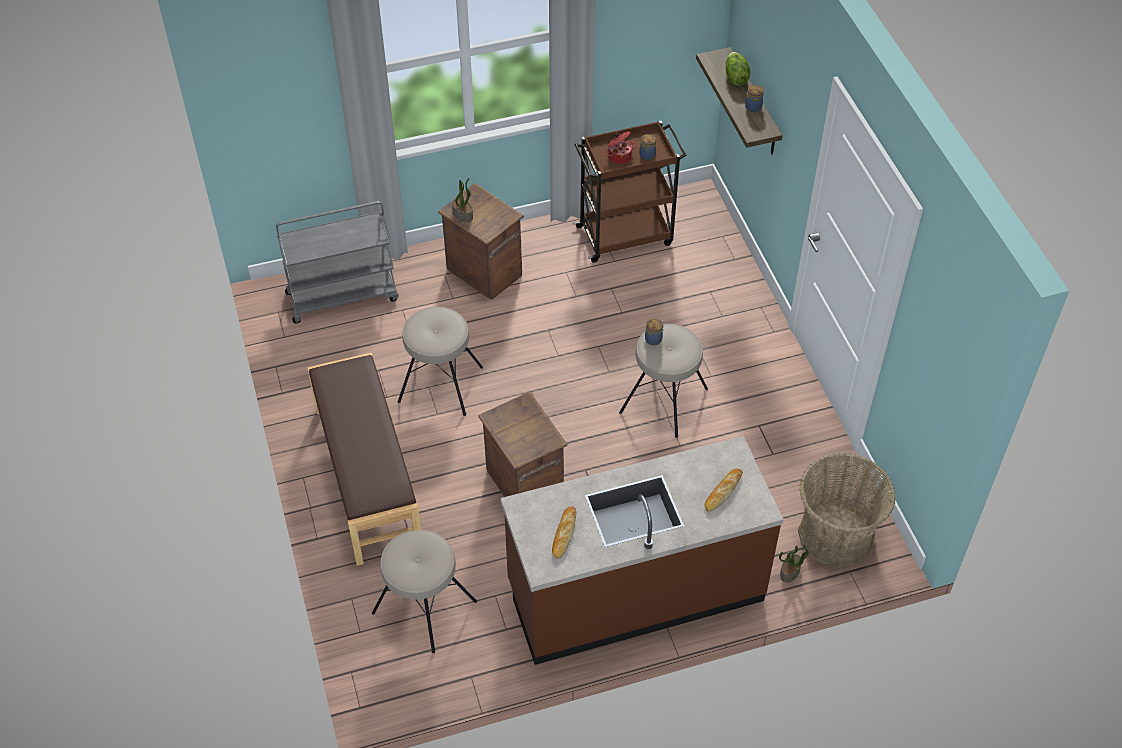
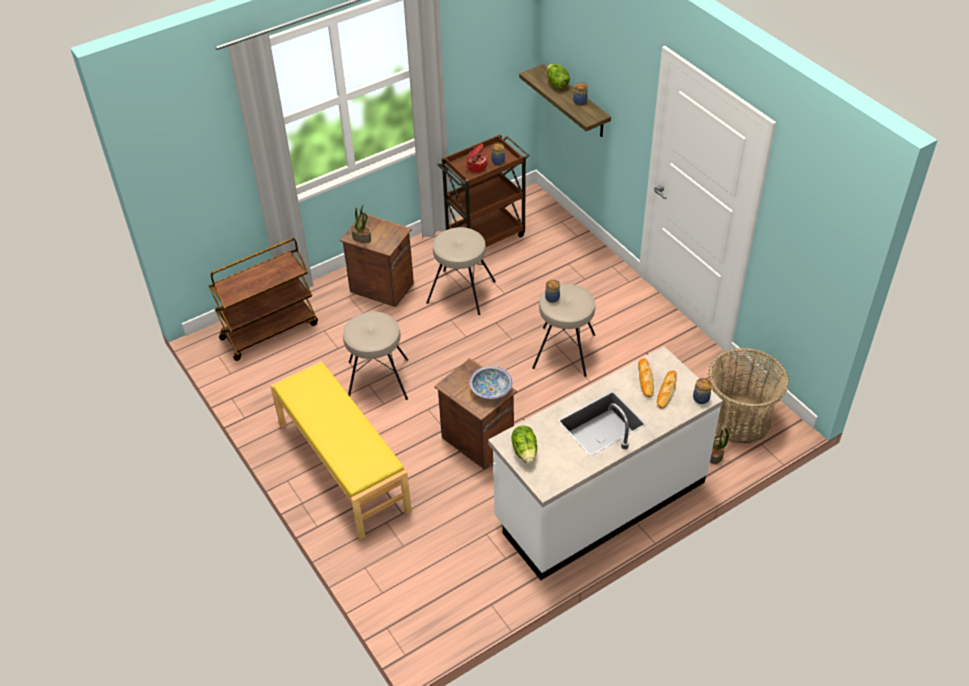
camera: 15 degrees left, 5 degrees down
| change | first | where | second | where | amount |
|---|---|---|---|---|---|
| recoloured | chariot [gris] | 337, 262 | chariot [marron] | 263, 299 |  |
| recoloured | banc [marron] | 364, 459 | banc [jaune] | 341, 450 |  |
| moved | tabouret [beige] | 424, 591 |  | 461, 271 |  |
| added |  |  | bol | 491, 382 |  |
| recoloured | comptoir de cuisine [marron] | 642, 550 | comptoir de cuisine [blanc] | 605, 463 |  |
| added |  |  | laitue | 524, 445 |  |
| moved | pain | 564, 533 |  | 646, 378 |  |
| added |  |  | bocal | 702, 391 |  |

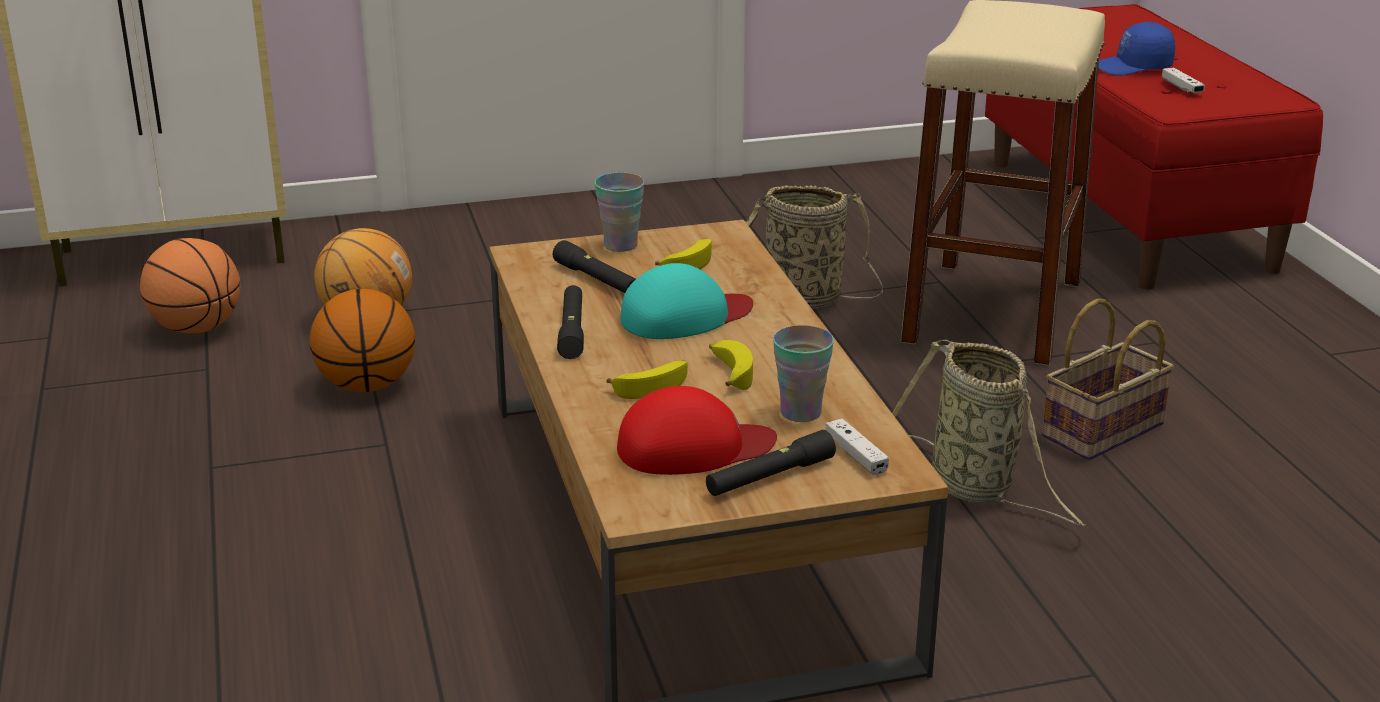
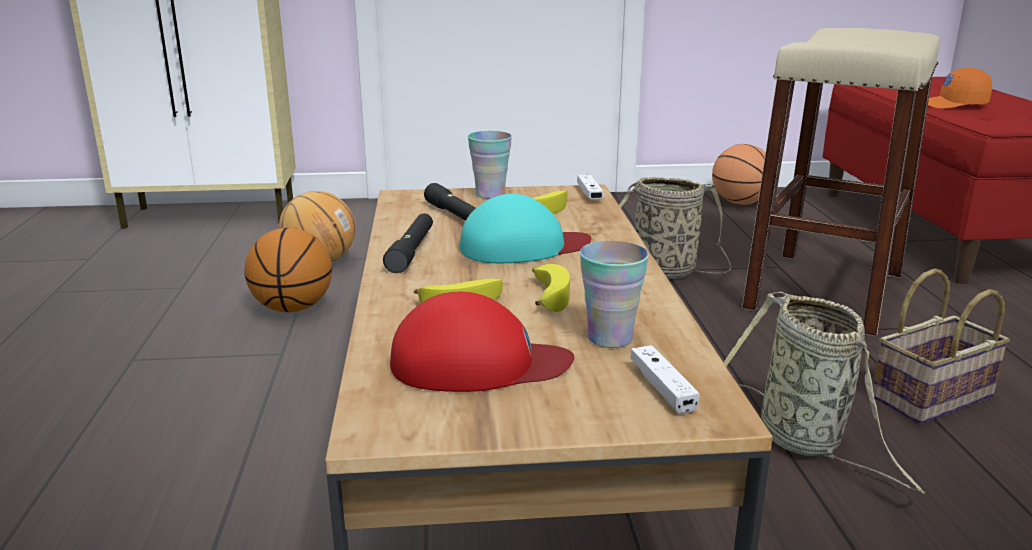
camera: 10 degrees right, 5 degrees down
| change | first | where | second | where | amount |
|---|---|---|---|---|---|
| moved | manette [blanc] | 1183, 80 |  | 590, 187 |  |
| moved | ballon de basket | 190, 285 |  | 739, 174 |  |
| recoloured | casquette [bleu] | 1136, 49 | casquette [orange] | 960, 88 |  |
| removed | lampe de poche [noir] | 771, 463 |  |  |  |

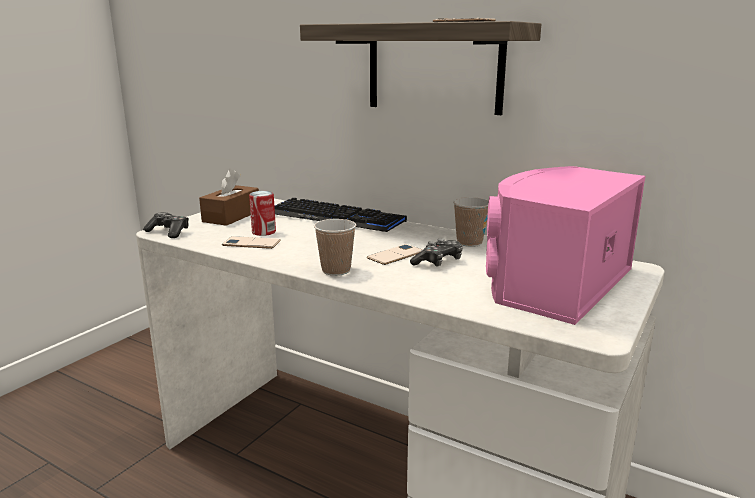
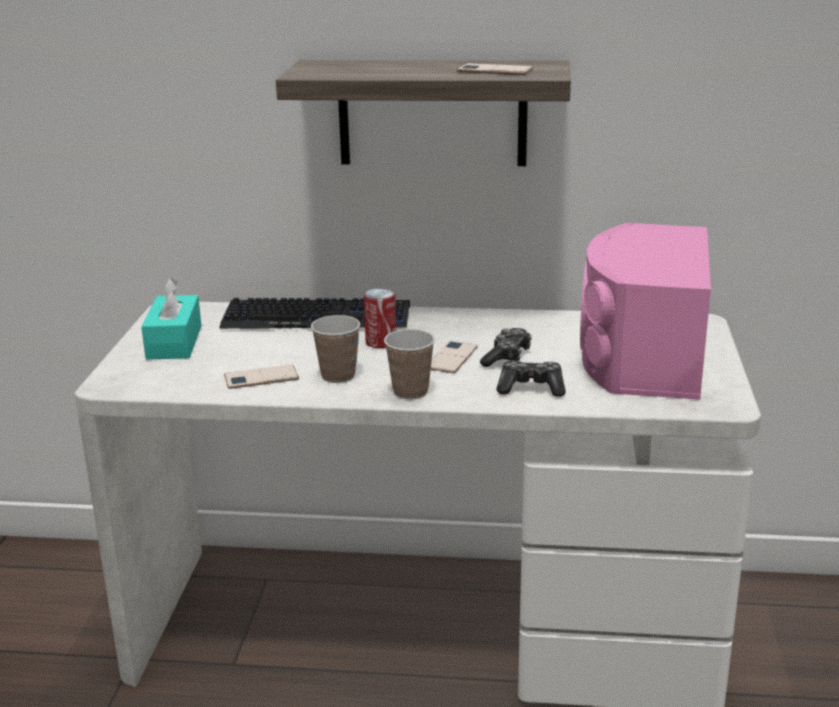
camera: 25 degrees left, 5 degrees up
| change | first | where | second | where | amount |
|---|---|---|---|---|---|
| recoloured | boîte à mouchoirs [marron] | 229, 197 | boîte à mouchoirs [turquoise] | 171, 318 |  |
| moved | tasse | 471, 222 |  | 335, 349 |  |
| moved | boîte métallique | 262, 213 |  | 380, 318 |  |
| moved | manette | 166, 225 |  | 531, 378 |  |

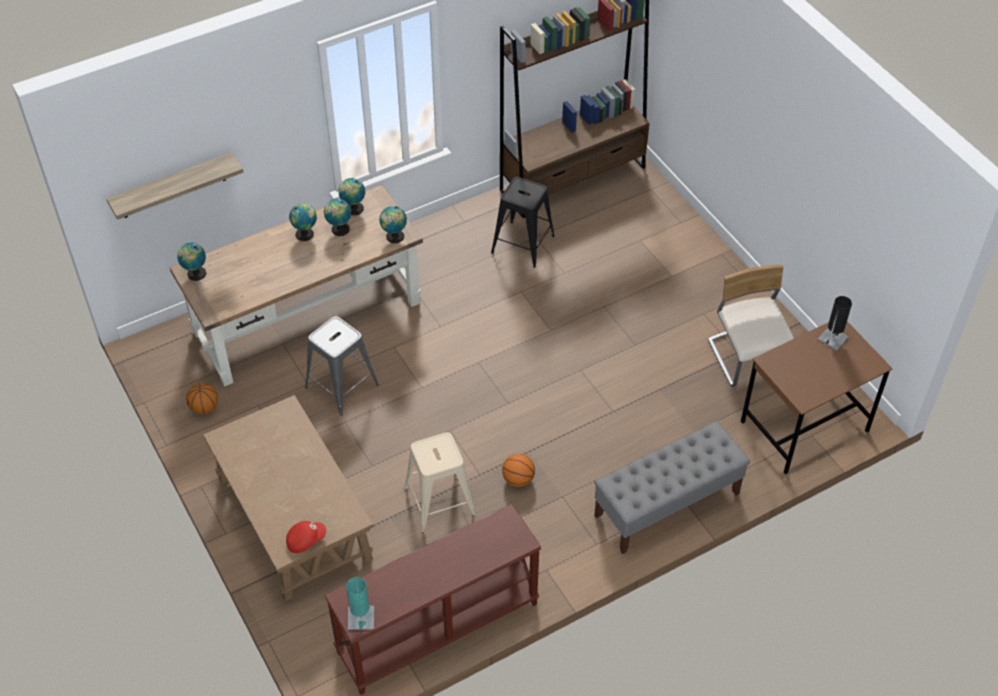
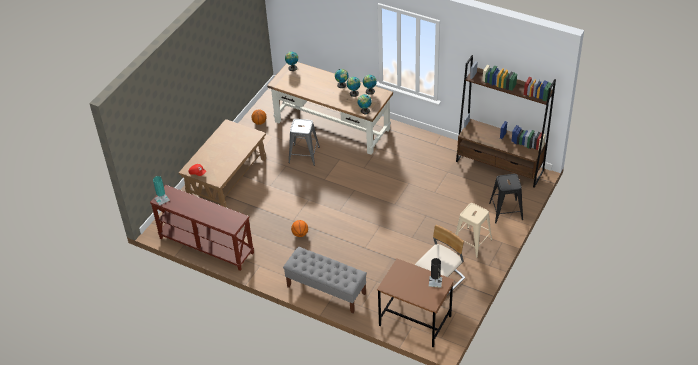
camera: 60 degrees right, 5 degrees down
| change | first | where | second | where | amount |
|---|---|---|---|---|---|
| moved | tabouret [beige] | 439, 482 |  | 474, 230 |  |
| moved | tabouret [noir] | 523, 222 |  | 506, 199 |  |
| removed | étagère | 174, 186 |  |  |  |

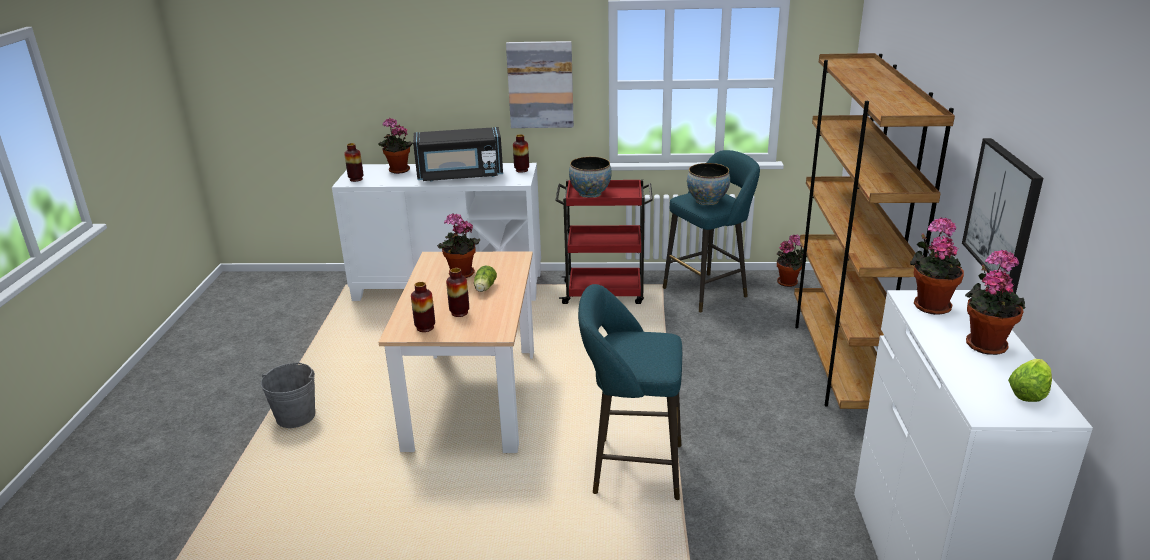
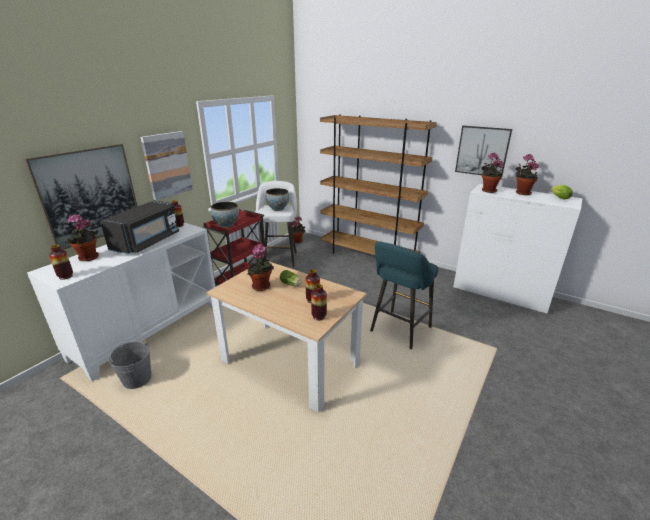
camera: 60 degrees left, 0 degrees up
| change | first | where | second | where | amount |
|---|---|---|---|---|---|
| added |  |  | tableau | 81, 197 |  |
| moved | seau [gris] | 288, 395 |  | 130, 365 |  |
| recoloured | tabouret [turquoise] | 711, 231 | tabouret [blanc] | 276, 224 |  |

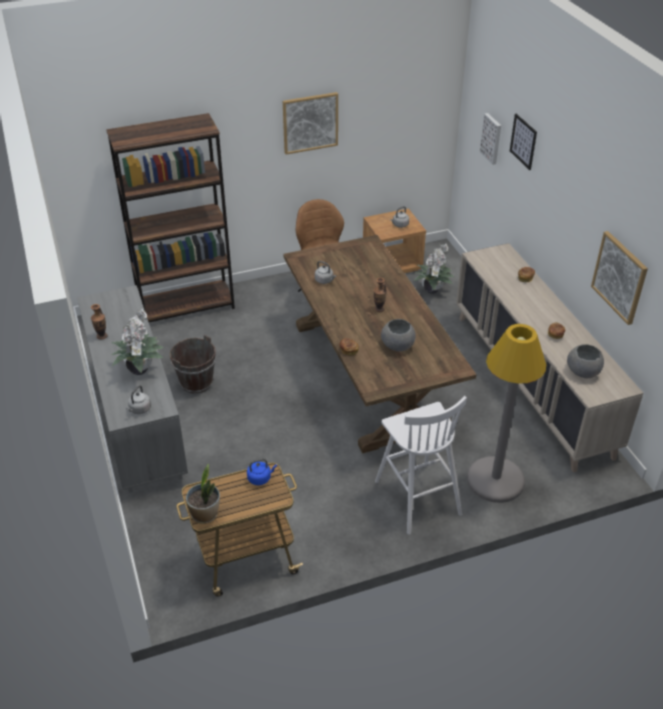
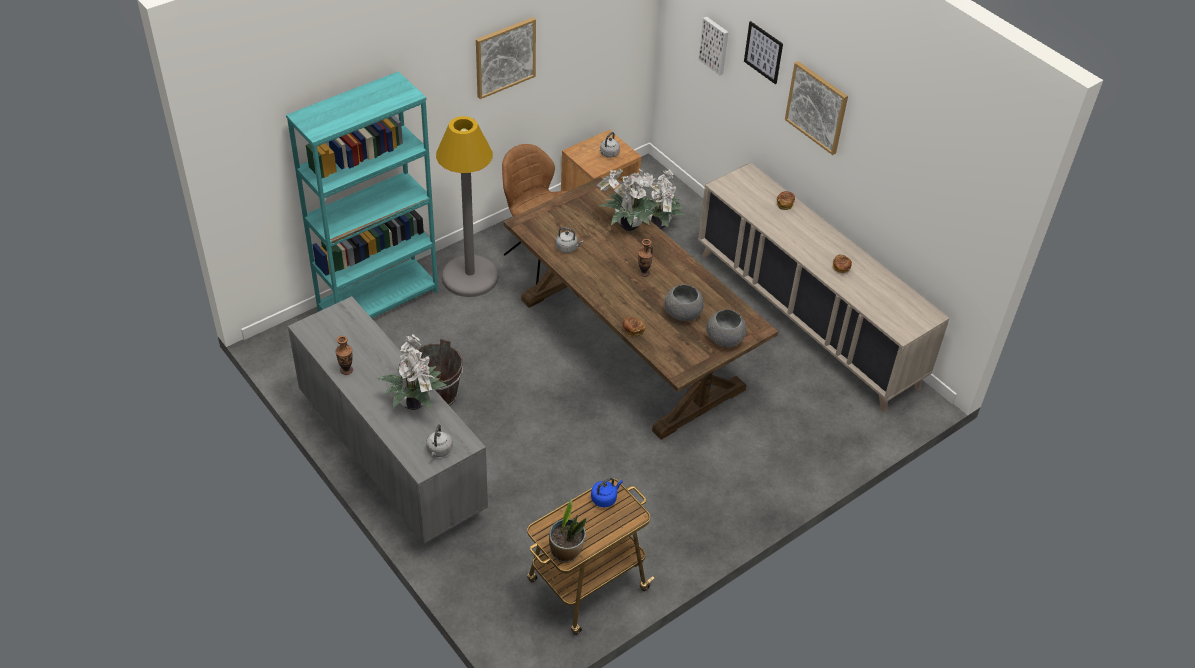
camera: 20 degrees left, 5 degrees up
| change | first | where | second | where | amount |
|---|---|---|---|---|---|
| recoloured | bibliothèque [marron] | 170, 217 | bibliothèque [turquoise] | 362, 194 |  |
| moved | lampadaire [gris] | 506, 413 |  | 467, 206 |  |
| added |  |  | plante en pot | 629, 200 |  |
| moved | bol [gris] | 585, 361 |  | 726, 328 |  |
| moved | tableau | 619, 278 |  | 816, 108 |  |
| removed | tabouret [blanc] | 421, 465 |  |  |  |

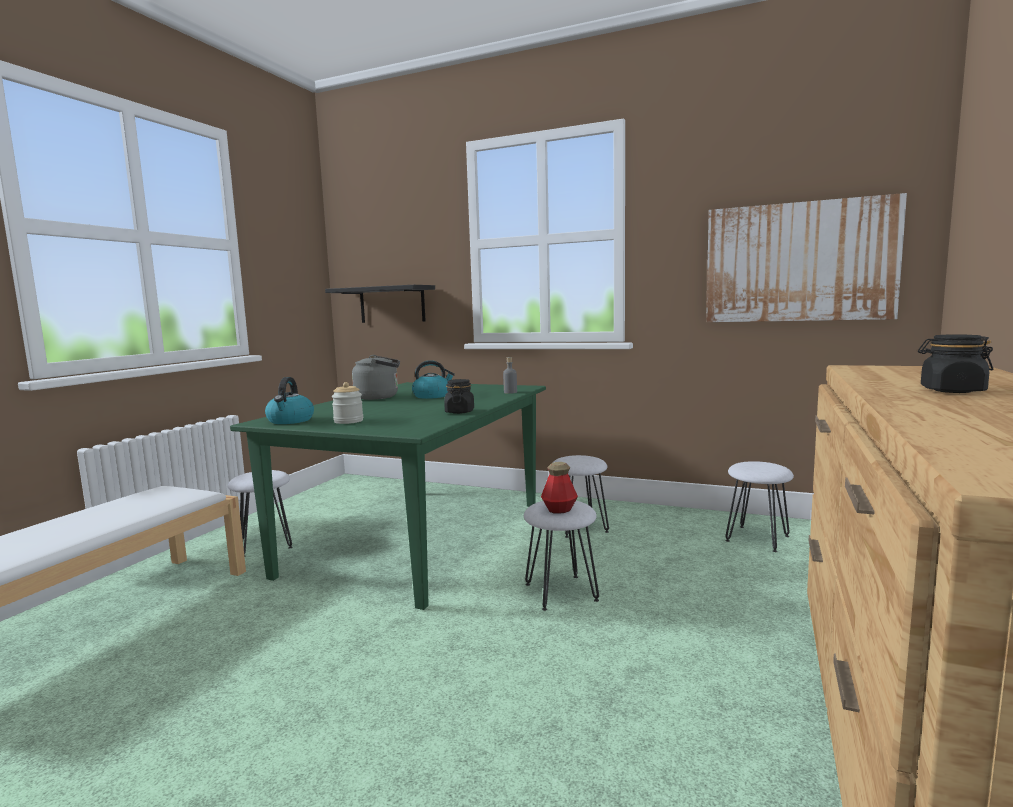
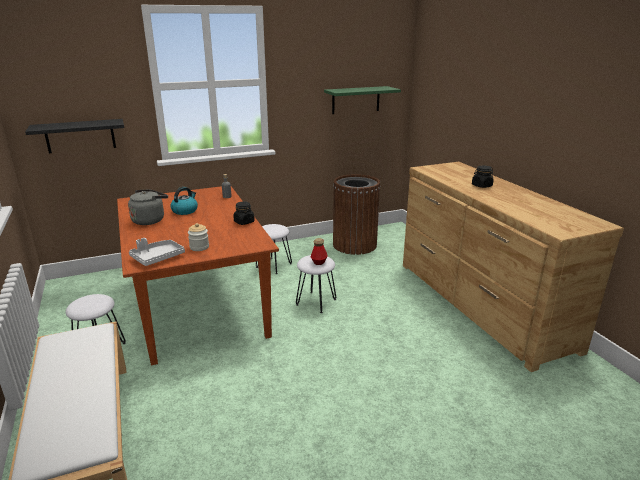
camera: 45 degrees left, 15 degrees up
| change | first | where | second | where | amount |
|---|---|---|---|---|---|
| recoloured | table à manger [vert] | 388, 496 | table à manger [marron] | 198, 275 |  |
| replaced | bouilloire | 289, 400 | plateau [gris] | 157, 252 |  |
| replaced | tableau | 806, 257 | étagère [vert] | 362, 100 |  |
| replaced | tabouret [blanc] | 759, 506 | poubelle [marron] | 357, 214 |  |

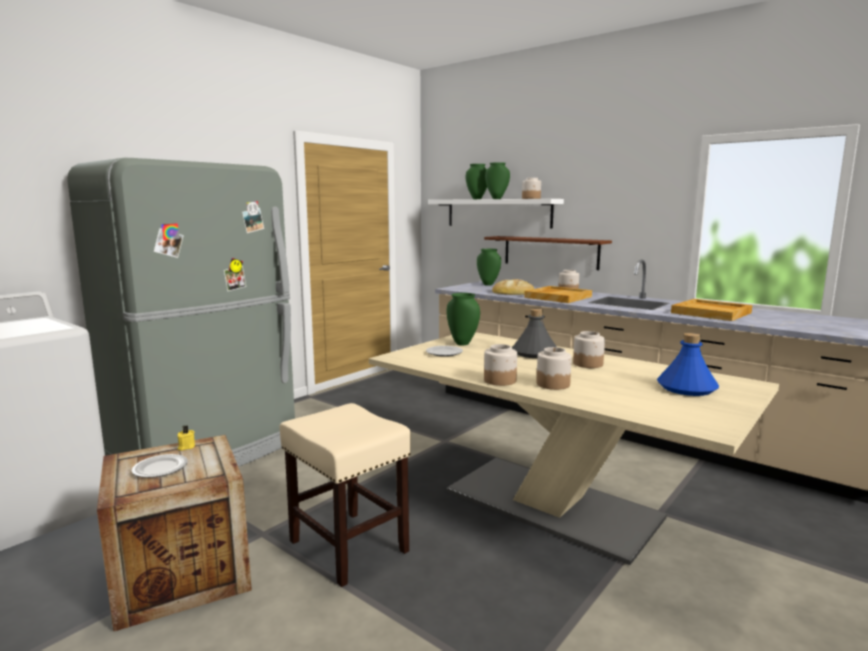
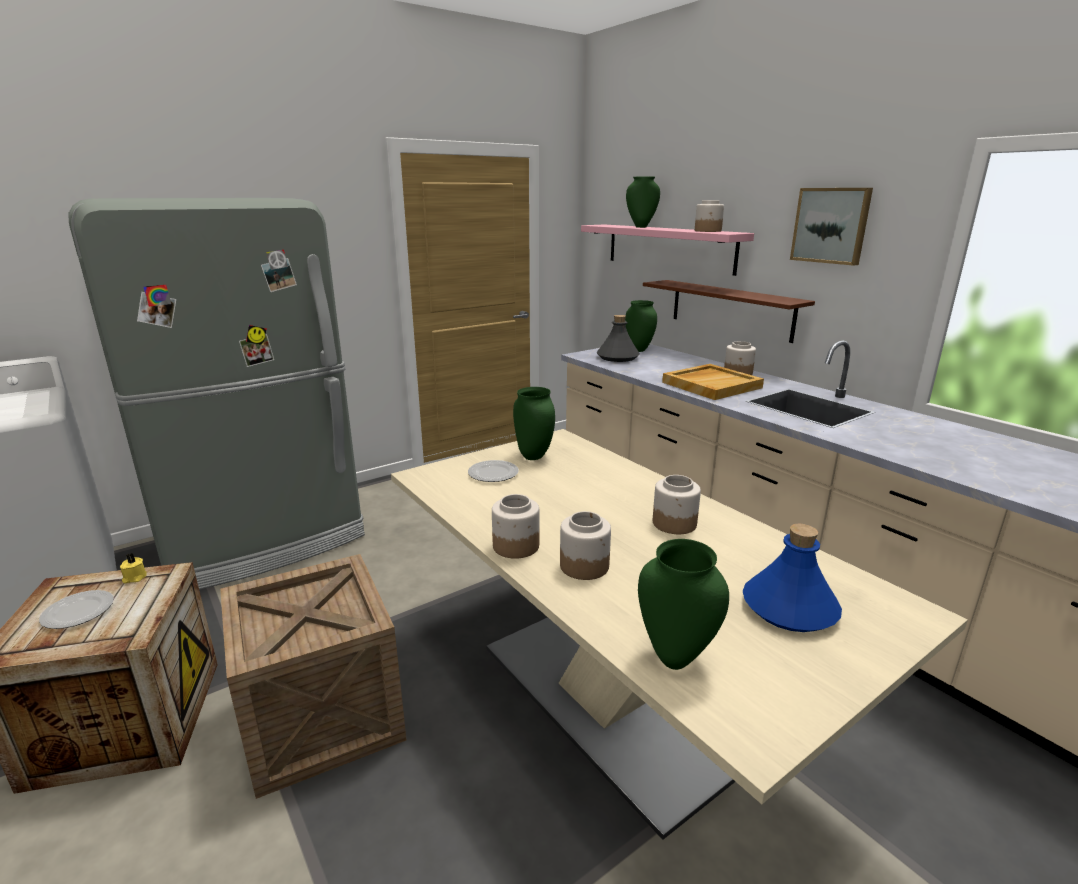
camera: 15 degrees right, 10 degrees up
| change | first | where | second | where | amount |
|---|---|---|---|---|---|
| replaced | tabouret [beige] | 345, 495 | caisse | 313, 676 |  |
| recoloured | étagère [blanc] | 496, 214 | étagère [rose] | 667, 250 |  |
| moved | bouteille [gris] | 534, 333 |  | 618, 338 |  |
| moved | vase [vert] | 497, 180 |  | 683, 604 |  |
| added |  |  | tableau | 831, 227 |  |
| removed | pain | 513, 287 |  |  |  |
| removed | plateau [beige] | 711, 310 |  |  |  |

